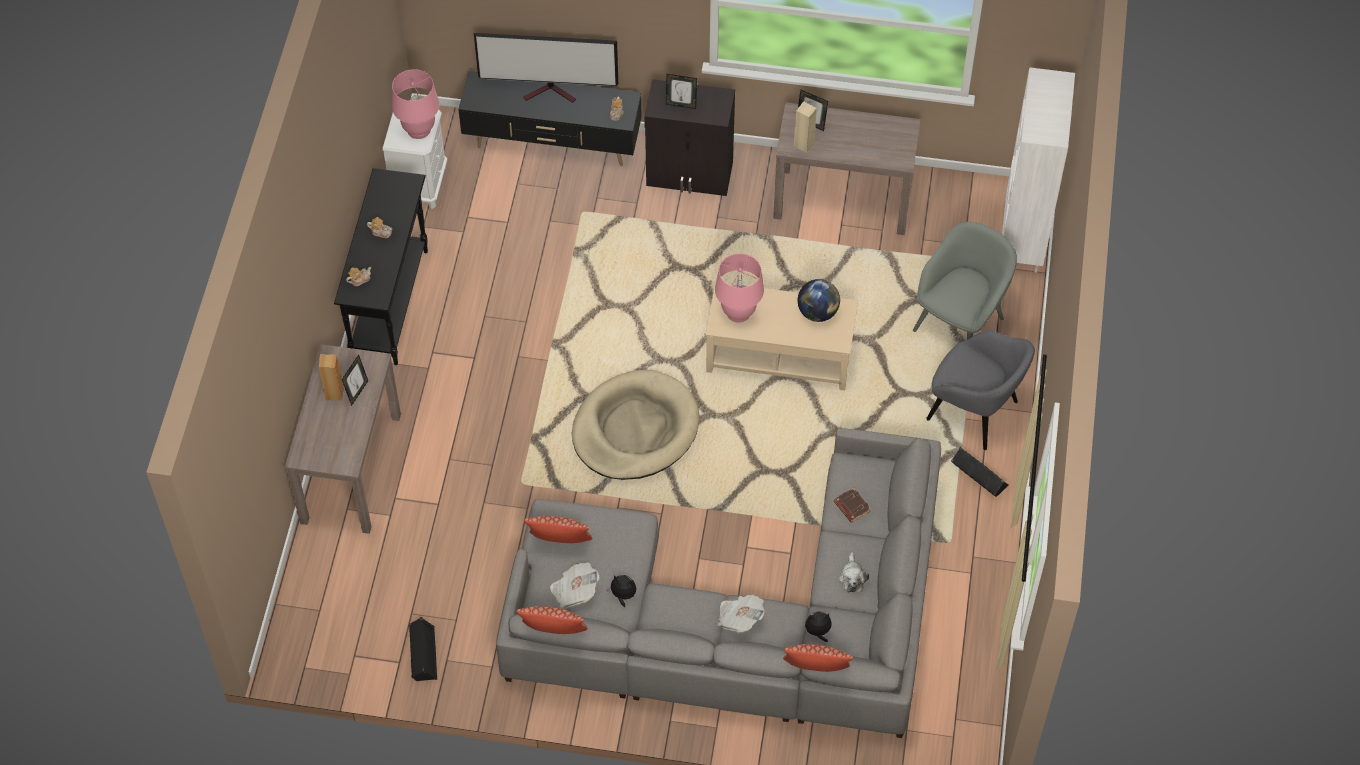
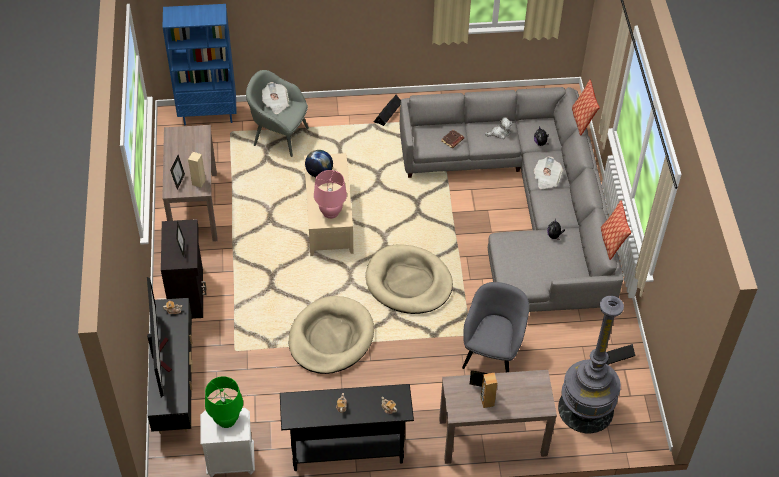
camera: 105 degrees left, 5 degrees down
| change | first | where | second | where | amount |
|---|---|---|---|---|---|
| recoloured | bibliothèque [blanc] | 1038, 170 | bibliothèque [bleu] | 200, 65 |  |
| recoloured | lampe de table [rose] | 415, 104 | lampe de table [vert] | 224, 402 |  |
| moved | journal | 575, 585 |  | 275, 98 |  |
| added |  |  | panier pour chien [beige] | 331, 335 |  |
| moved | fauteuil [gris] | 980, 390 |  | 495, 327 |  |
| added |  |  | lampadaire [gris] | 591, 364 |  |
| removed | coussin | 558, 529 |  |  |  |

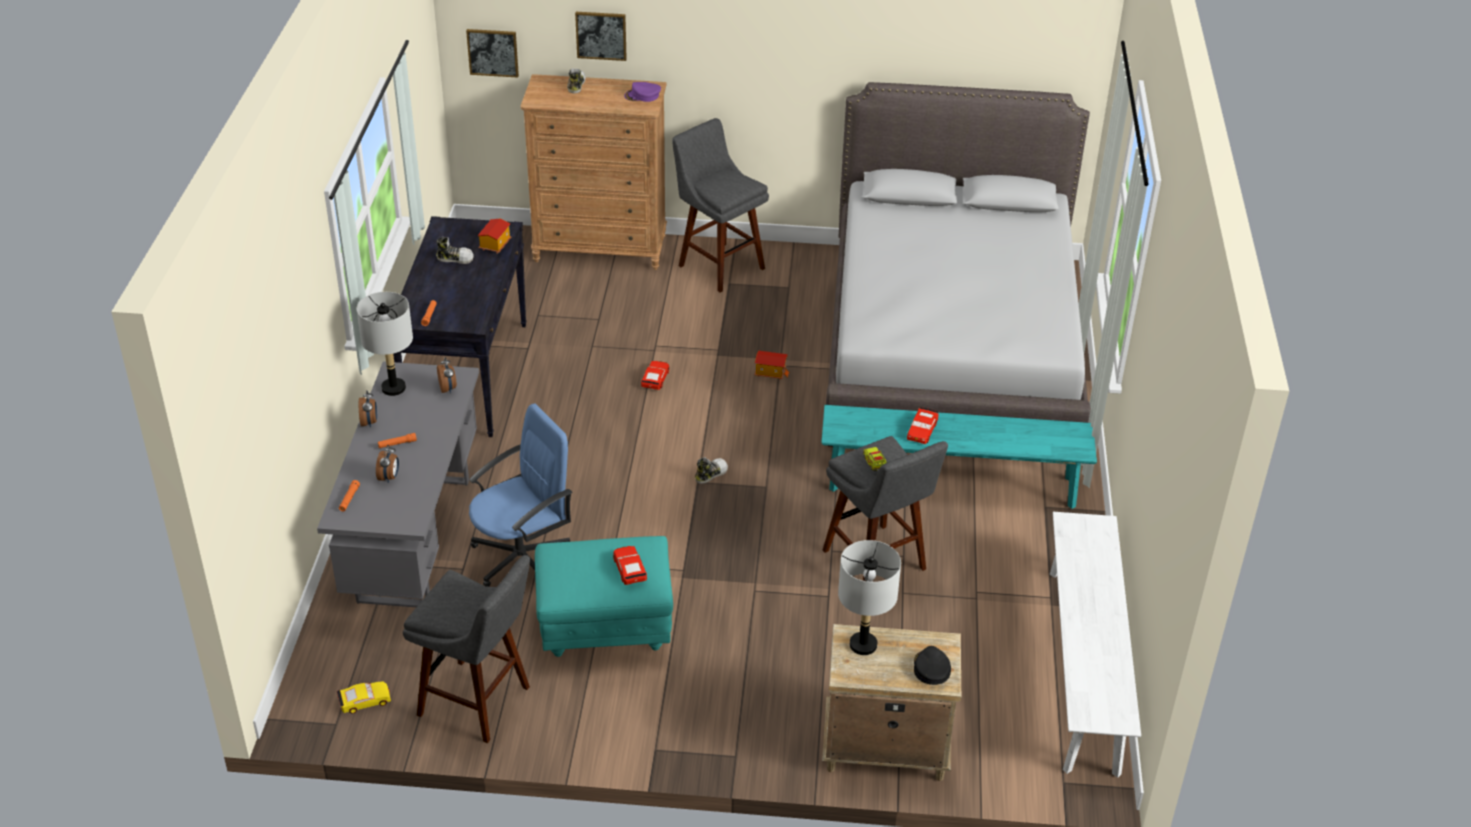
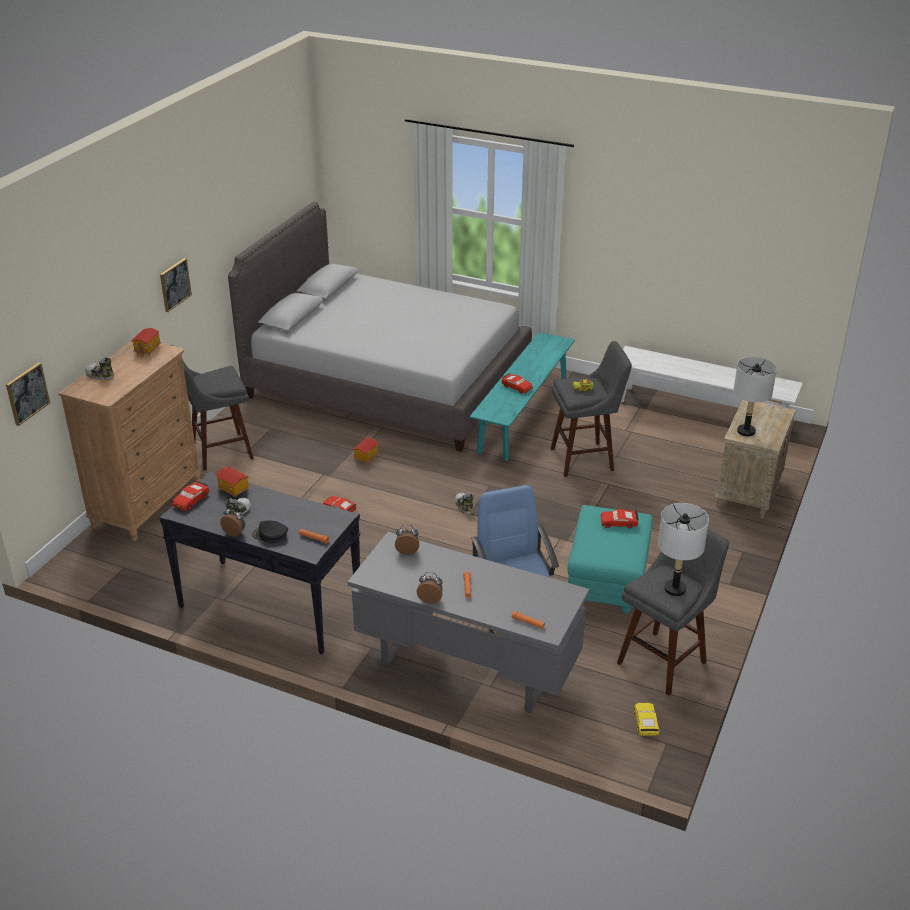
camera: 70 degrees left, 5 degrees down
| change | first | where | second | where | amount |
|---|---|---|---|---|---|
| replaced | casquette [violet] | 642, 92 | maison miniature | 146, 342 |  |
| moved | tableau | 601, 36 |  | 176, 285 |  |
| added |  |  | petite voiture [rouge] | 190, 496 |  |
| moved | réveil | 387, 464 |  | 232, 521 |  |
| moved | casquette [noir] | 932, 665 |  | 270, 532 |  |
| moved | lampe de table [gris] | 385, 344 |  | 683, 549 |  |

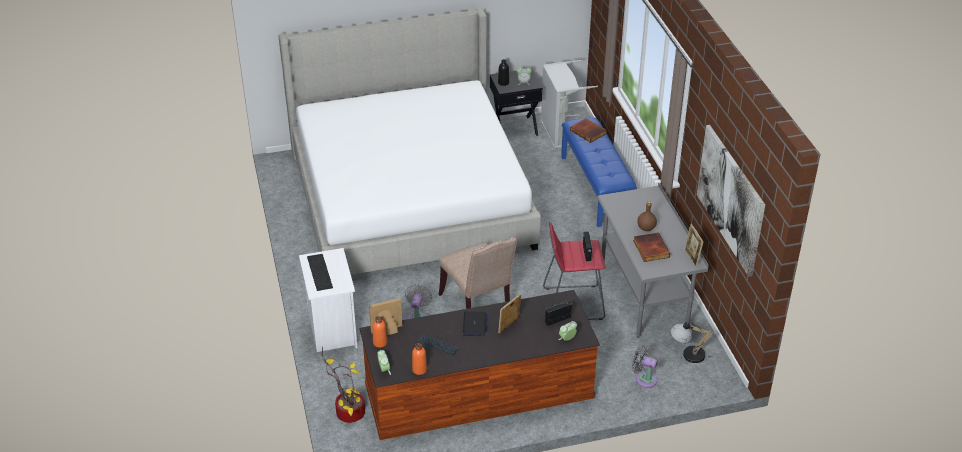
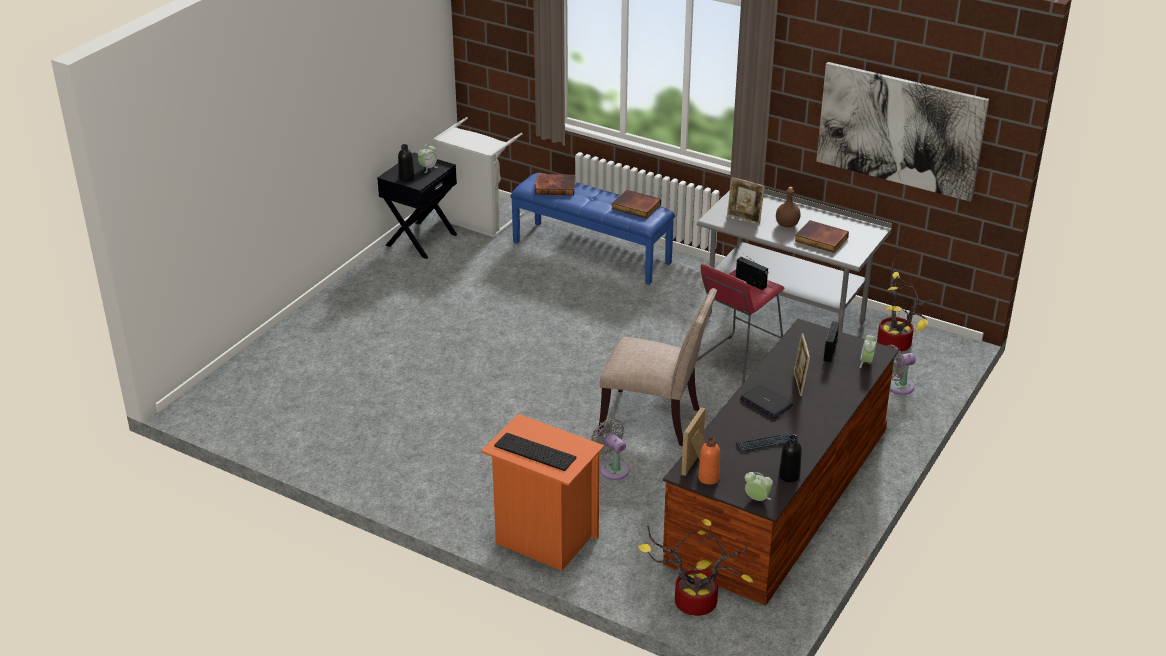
camera: 45 degrees left, 5 degrees down
| change | first | where | second | where | amount |
|---|---|---|---|---|---|
| recoloured | table de chevet [blanc] | 328, 300 | table de chevet [orange] | 542, 492 |  |
| added |  |  | livre | 636, 204 |  |
| moved | cadre photo | 693, 246 |  | 746, 200 |  |
| recoloured | bouteille [orange] | 419, 359 | bouteille [noir] | 790, 458 |  |
| replaced | lampe de table | 692, 342 | plante en pot | 905, 302 |  |
| removed | lit | 409, 141 |  |  |  |

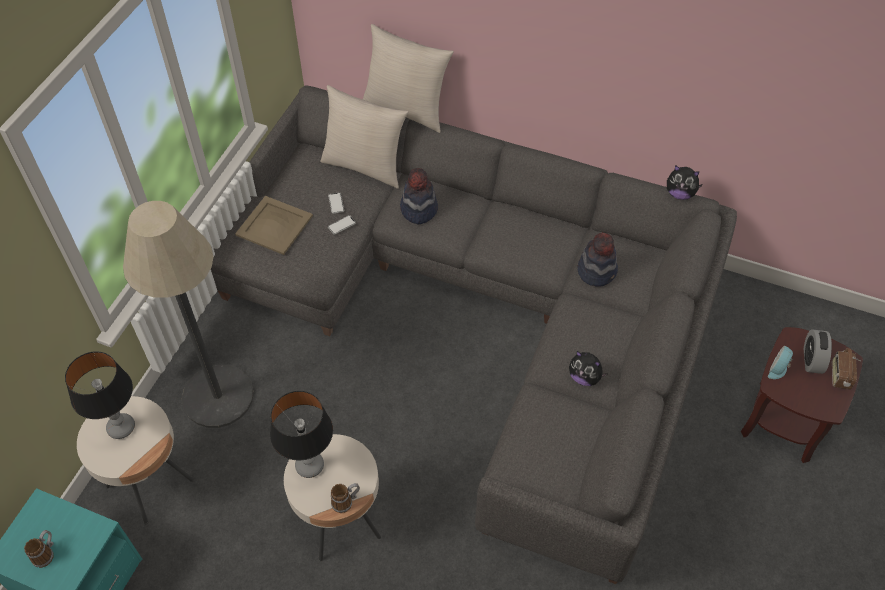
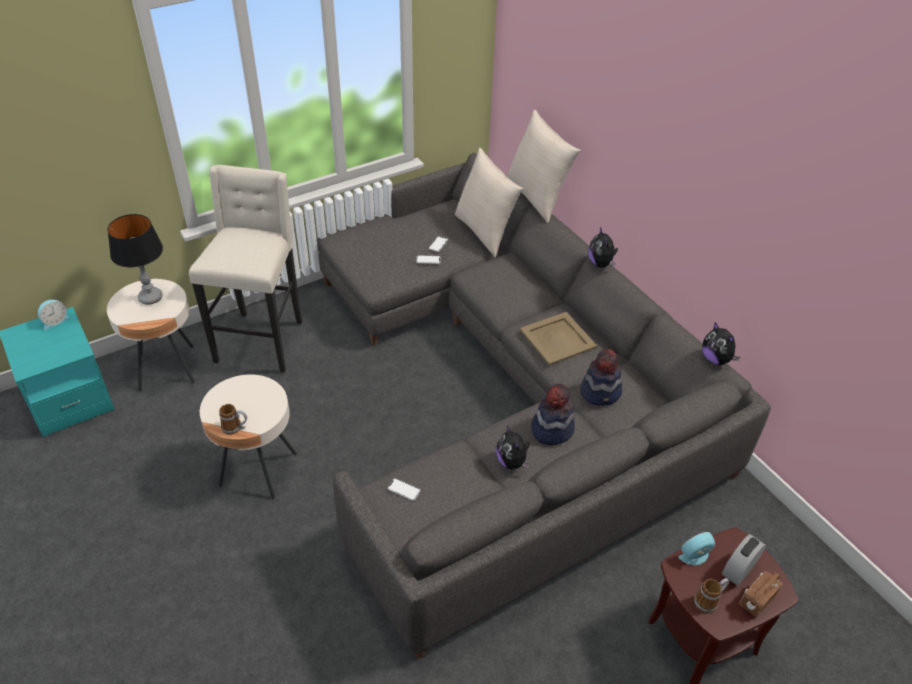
camera: 35 degrees right, 10 degrees down
| change | first | where | second | where | amount |
|---|---|---|---|---|---|
| added |  |  | réveil | 54, 314 |  |
| replaced | lampadaire | 188, 314 | tabouret [beige] | 246, 269 |  |
| added |  |  | téléphone | 404, 489 |  |
| moved | plateau [beige] | 274, 225 |  | 558, 339 |  |
| moved | chapeau | 419, 196 |  | 553, 414 |  |
| added |  |  | peluche | 603, 247 |  |
| moved | mug | 39, 549 |  | 711, 595 |  |
| removed | lampe de table | 301, 434 |  |  |  |

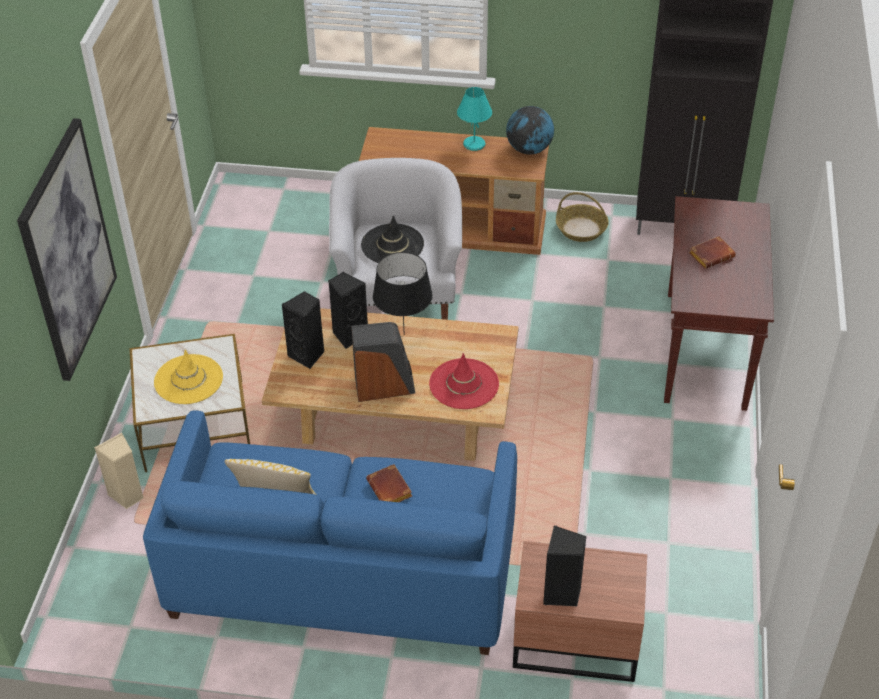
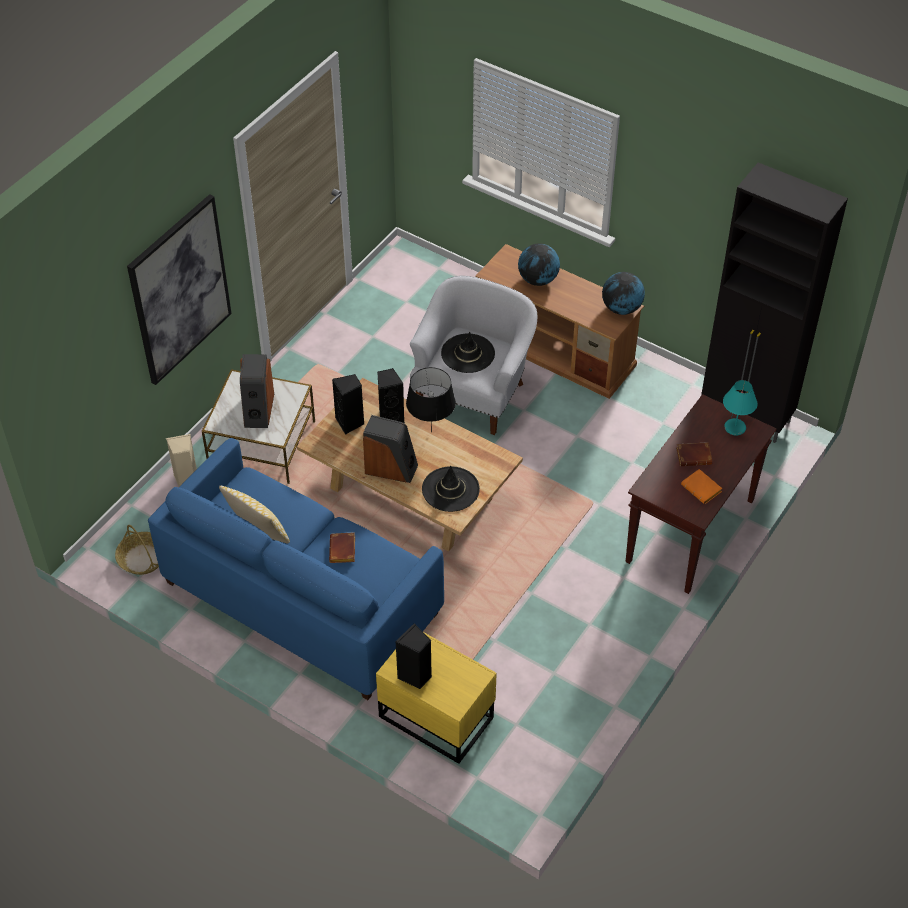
camera: 25 degrees right, 5 degrees up
| change | first | where | second | where | amount |
|---|---|---|---|---|---|
| moved | panier | 582, 217 |  | 137, 550 |  |
| replaced | chapeau [jaune] | 188, 377 | enceinte | 257, 391 |  |
| recoloured | table de chevet [marron] | 580, 611 | table de chevet [jaune] | 436, 697 |  |
| recoloured | chapeau [rouge] | 464, 381 | chapeau [noir] | 451, 489 |  |
| added |  |  | globe | 539, 265 |  |
| added |  |  | livre [orange] | 701, 486 |  |
| moved | lampe de table [turquoise] | 474, 119 |  | 740, 407 |  |

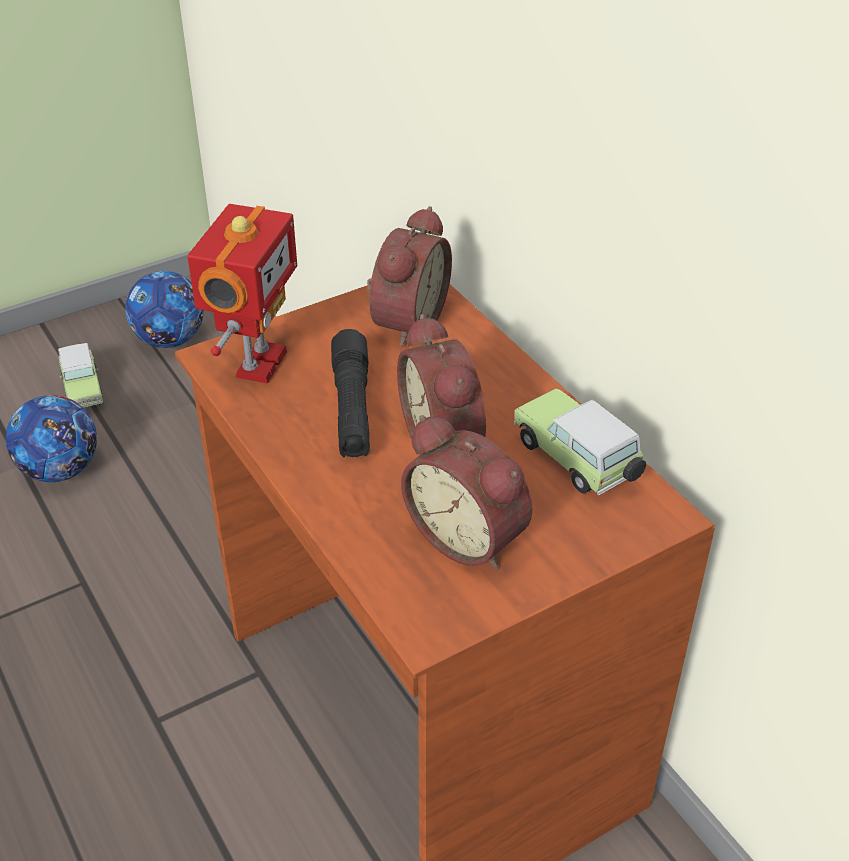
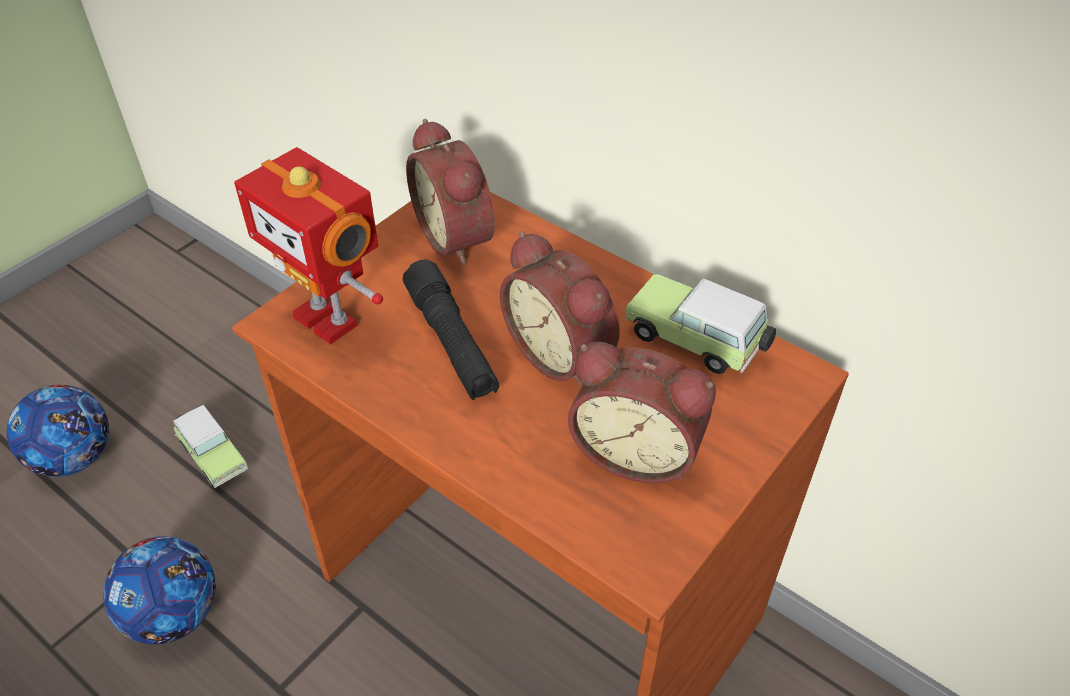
camera: 20 degrees left, 5 degrees up
| change | first | where | second | where | amount |
|---|---|---|---|---|---|
| moved | ballon de foot | 164, 309 |  | 159, 590 |  |
| moved | petite voiture | 81, 375 |  | 210, 446 |  |
| turned | robot jouet | 242, 294 |  | 308, 246 | 135 degrees clockwise |
| turned | réveil | 409, 276 |  | 450, 192 | 150 degrees clockwise |

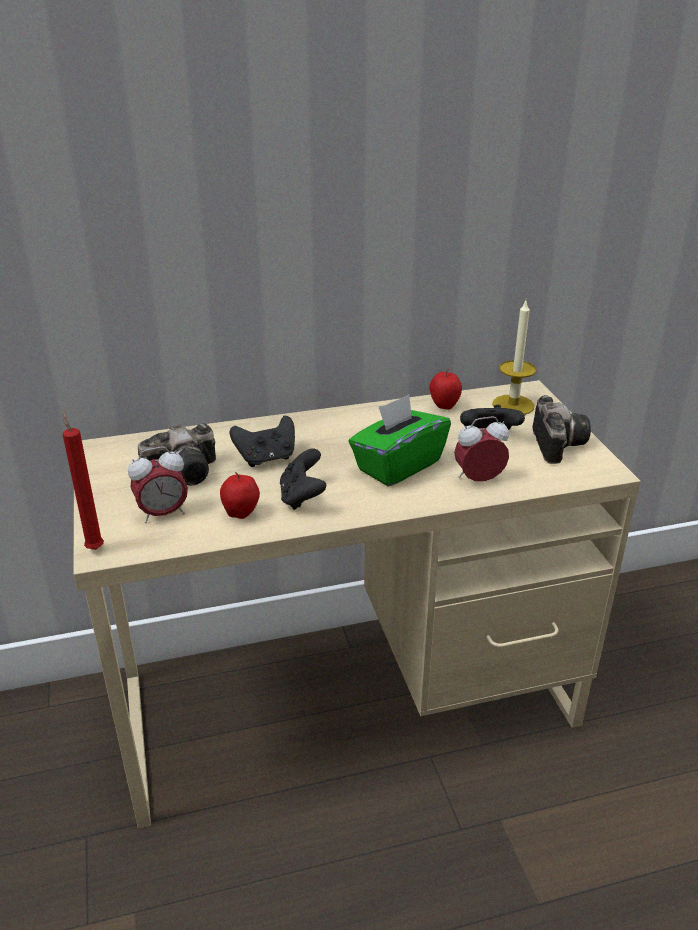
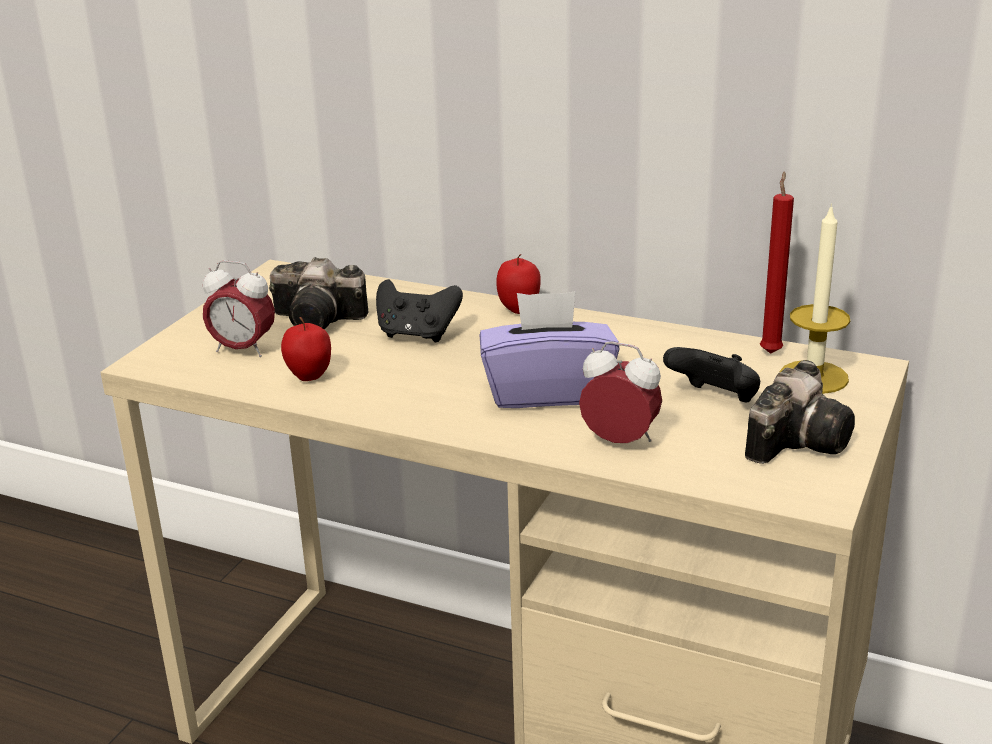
camera: 40 degrees right, 5 degrees down
| change | first | where | second | where | amount |
|---|---|---|---|---|---|
| recoloured | boîte à mouchoirs [vert] | 399, 440 | boîte à mouchoirs [violet] | 549, 350 |  |
| moved | pomme | 445, 389 |  | 518, 284 |  |
| moved | bougie [rouge] | 83, 480 |  | 777, 263 |  |
| removed | manette [noir] | 303, 479 |  |  |  |

